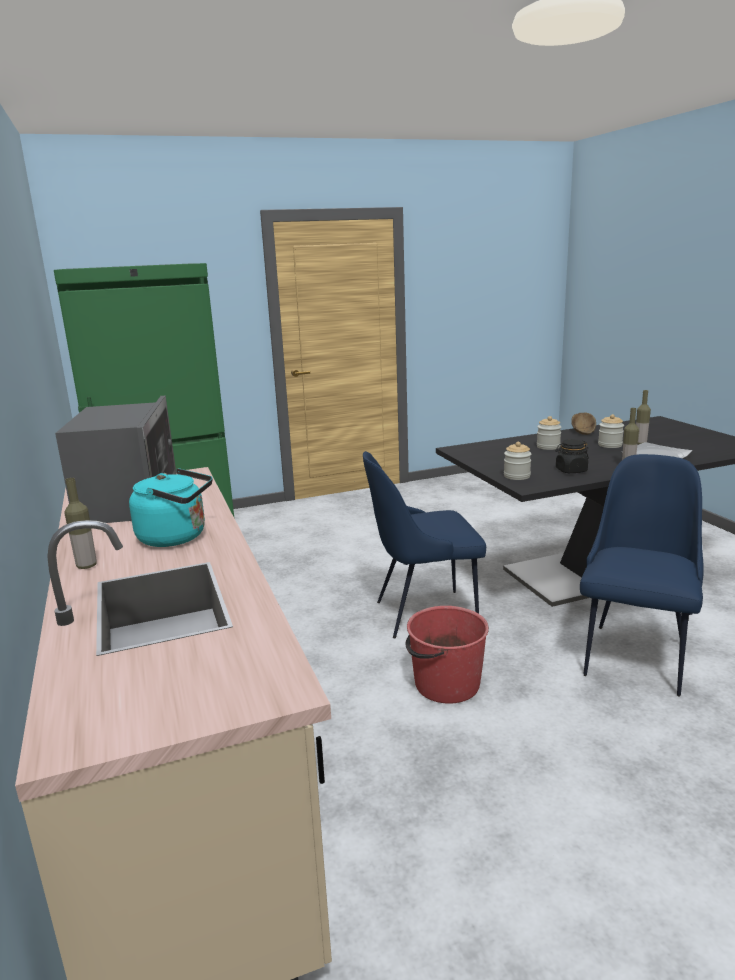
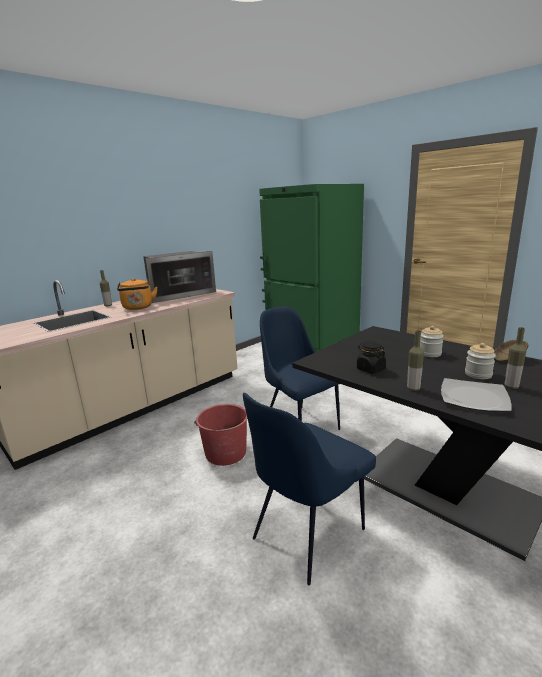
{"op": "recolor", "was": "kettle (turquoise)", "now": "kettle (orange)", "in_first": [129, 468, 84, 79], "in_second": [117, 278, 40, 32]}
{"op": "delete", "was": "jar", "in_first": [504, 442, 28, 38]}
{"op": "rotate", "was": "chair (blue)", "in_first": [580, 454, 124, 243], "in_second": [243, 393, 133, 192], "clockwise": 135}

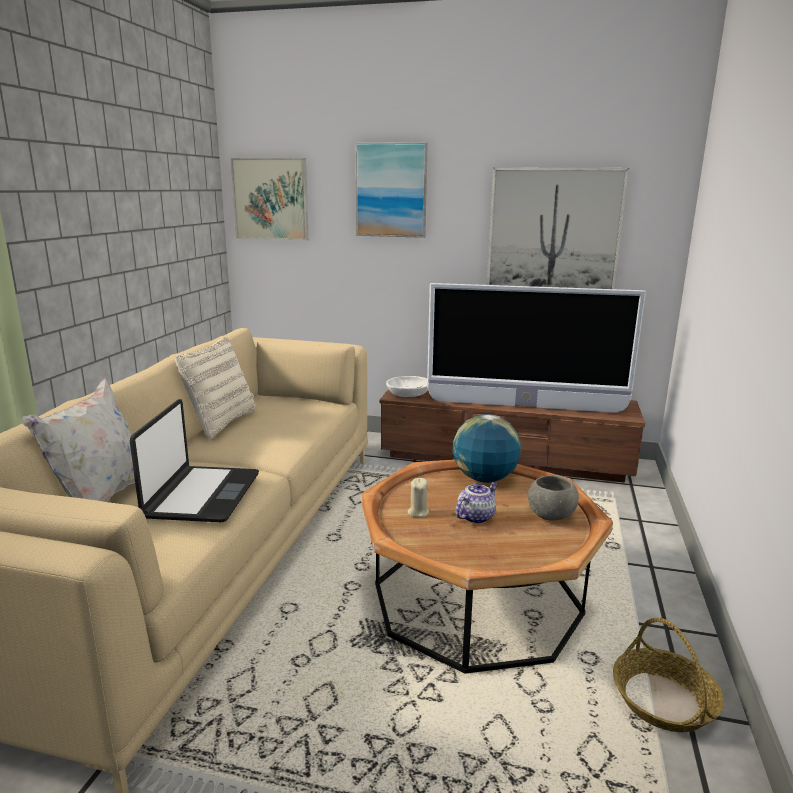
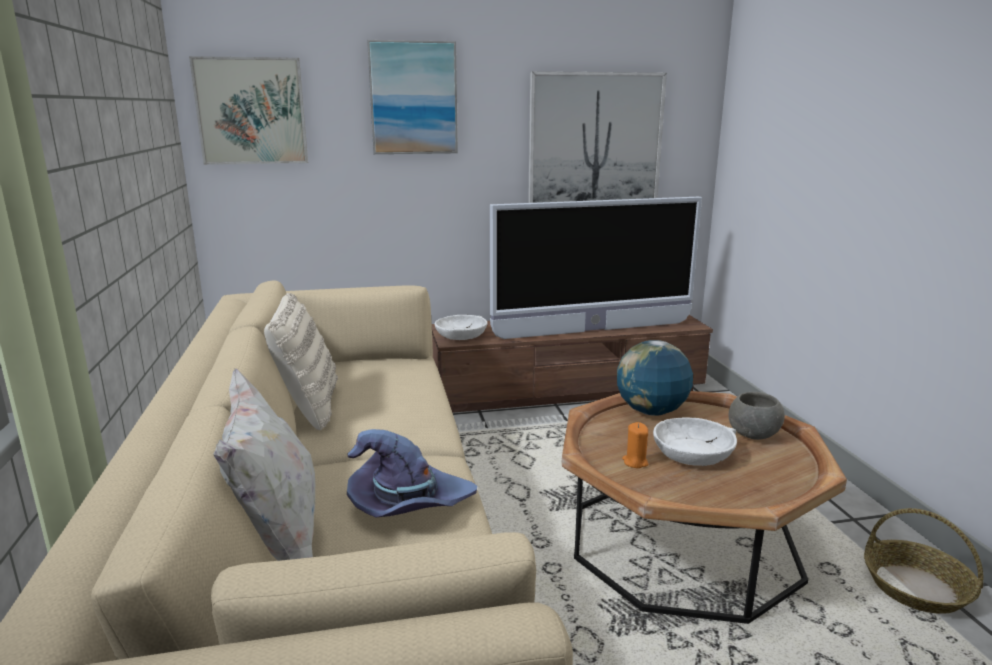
{"op": "replace", "was": "laptop", "now": "hat (purple)", "in_first": [130, 399, 129, 123], "in_second": [347, 429, 130, 88]}
{"op": "recolor", "was": "candle (beige)", "now": "candle (orange)", "in_first": [408, 478, 21, 39], "in_second": [622, 422, 26, 46]}
{"op": "replace", "was": "teapot", "now": "bowl (white)", "in_first": [455, 482, 43, 42], "in_second": [653, 417, 84, 49]}

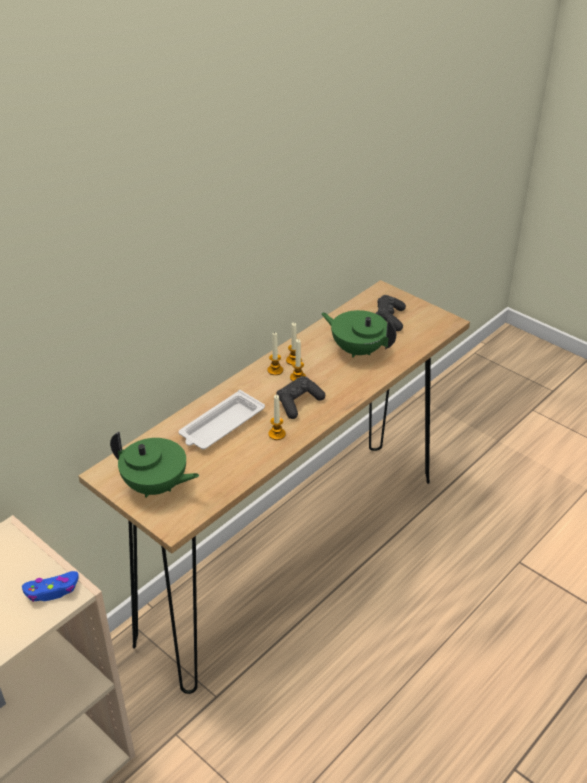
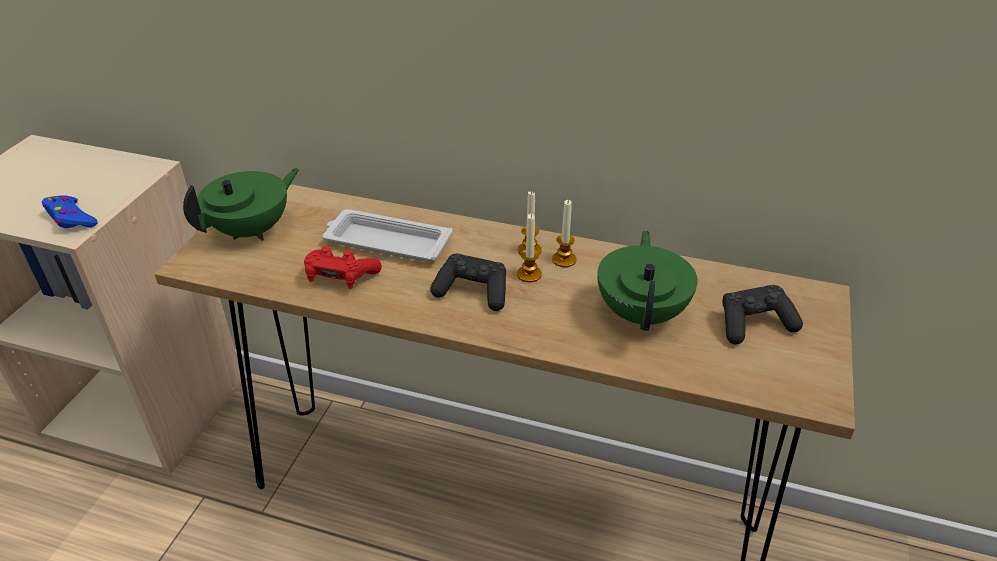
{"op": "rotate", "was": "teapot (green)", "in_first": [110, 432, 89, 66], "in_second": [183, 168, 116, 73], "clockwise": -135}
{"op": "delete", "was": "candle", "in_first": [268, 395, 18, 45]}
{"op": "insert", "now": "game controller (red)", "in_second": [304, 246, 78, 43]}

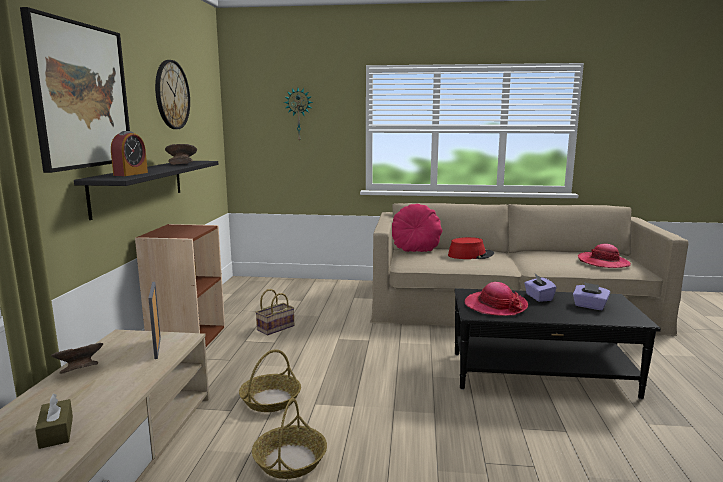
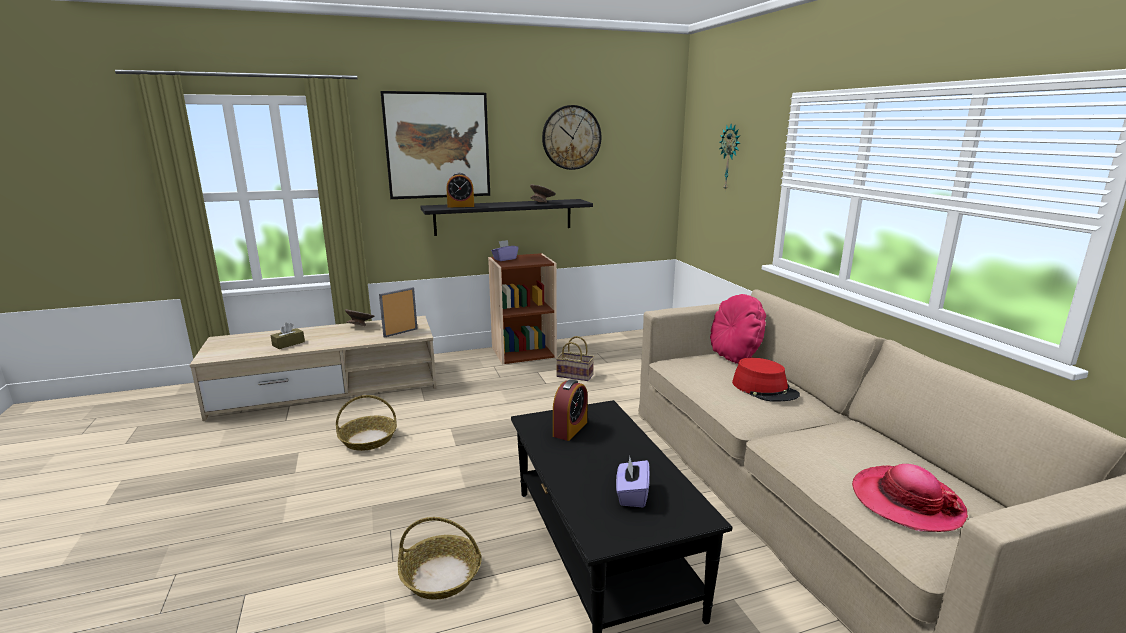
{"op": "move", "was": "basket", "in_first": [239, 349, 62, 63], "in_second": [398, 517, 84, 83]}
{"op": "replace", "was": "hat", "now": "alarm clock", "in_first": [464, 282, 64, 34], "in_second": [553, 379, 35, 62]}
{"op": "move", "was": "tissue box (purple)", "in_first": [524, 274, 32, 28], "in_second": [491, 240, 27, 21]}

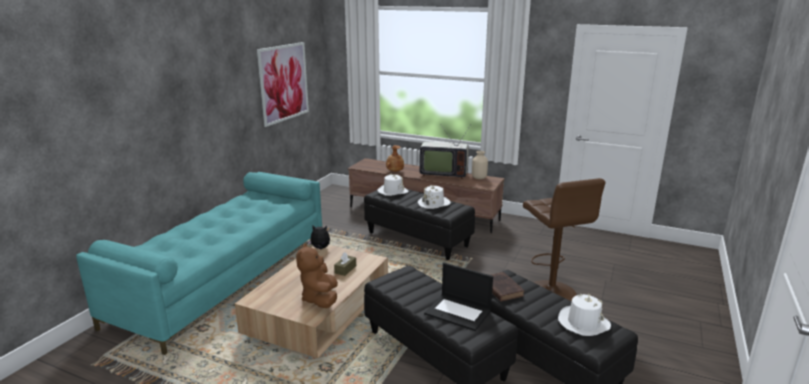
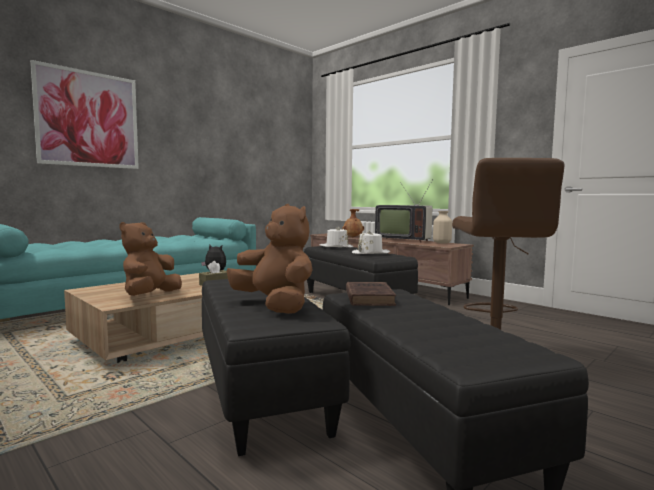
{"op": "move", "was": "picture", "in_first": [257, 42, 52, 85], "in_second": [30, 60, 109, 109]}
{"op": "replace", "was": "laptop", "now": "plush toy (brown)", "in_first": [424, 263, 69, 68], "in_second": [227, 204, 86, 110]}
{"op": "delete", "was": "hat (white)", "in_first": [558, 294, 53, 42]}

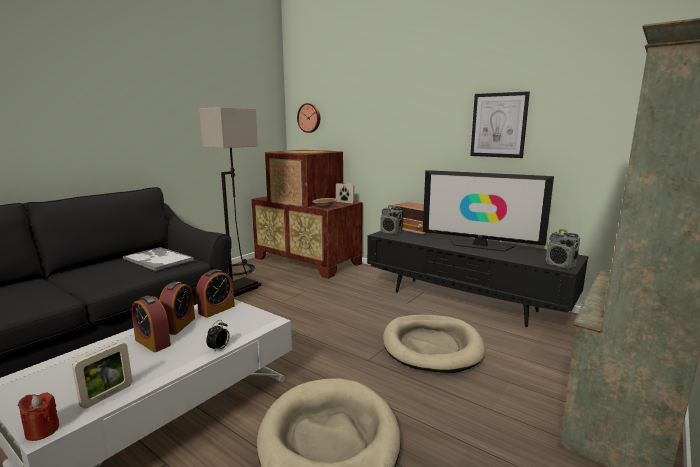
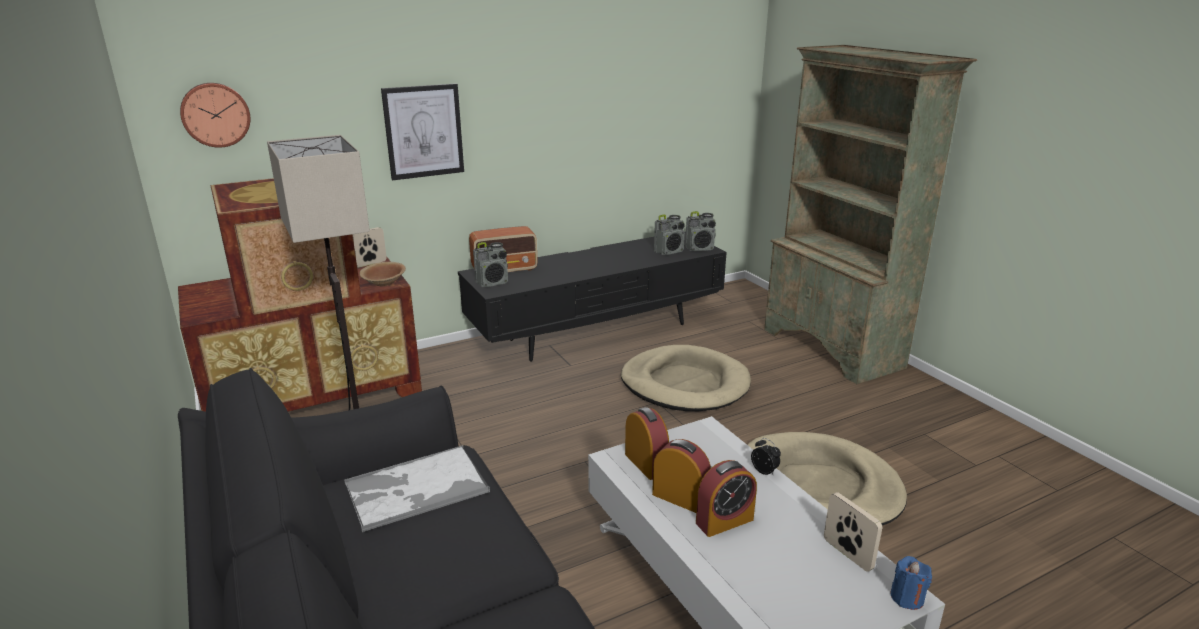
{"op": "recolor", "was": "candle (red)", "now": "candle (blue)", "in_first": [18, 392, 41, 49], "in_second": [890, 556, 42, 54]}
{"op": "delete", "was": "television", "in_first": [423, 170, 131, 82]}
{"op": "move", "was": "picture", "in_first": [470, 91, 60, 67], "in_second": [381, 83, 83, 97]}
{"op": "insert", "now": "radio", "in_second": [654, 214, 31, 41]}

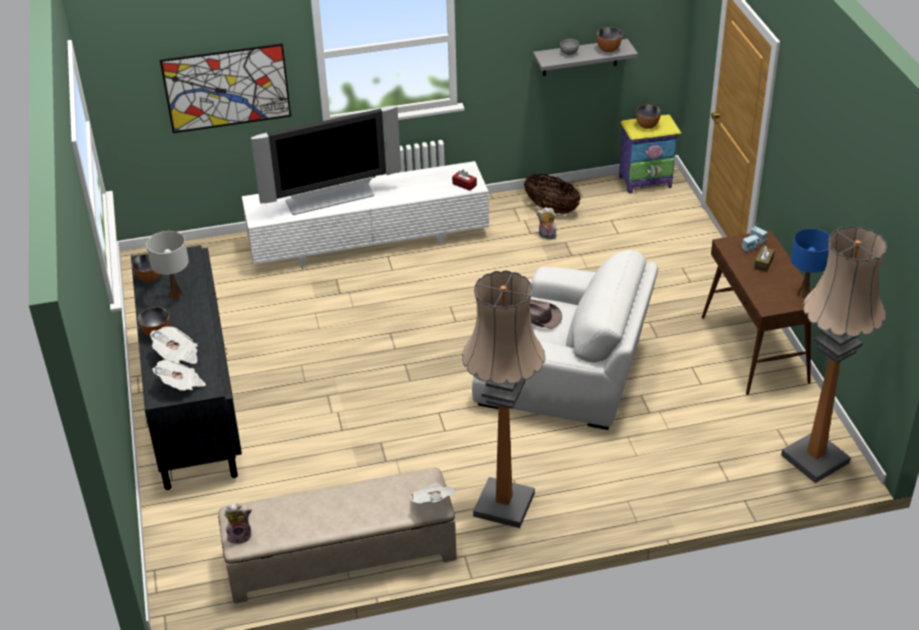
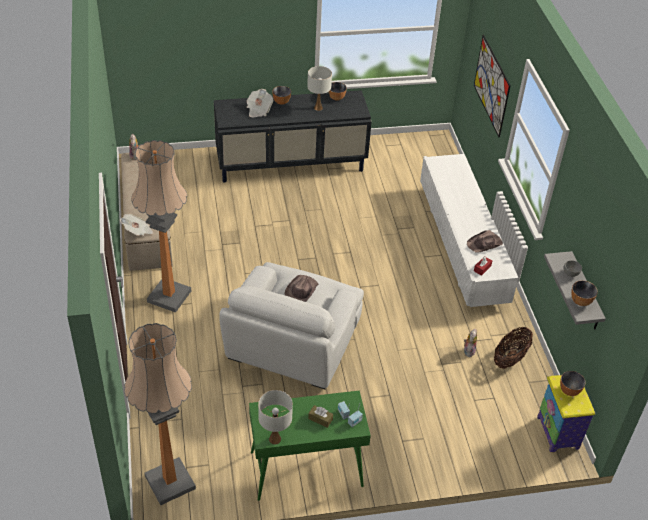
{"op": "delete", "was": "newspaper", "in_first": [152, 360, 54, 31]}
{"op": "delete", "was": "television", "in_first": [251, 105, 150, 110]}
{"op": "recolor", "was": "console table (brown)", "now": "console table (green)", "in_first": [702, 230, 110, 165], "in_second": [249, 391, 122, 110]}
{"op": "recolor", "was": "table lamp (blue)", "now": "table lamp (white)", "in_first": [791, 229, 39, 69], "in_second": [258, 390, 35, 54]}
{"op": "insert", "now": "hat (brown)", "in_second": [467, 230, 36, 23]}

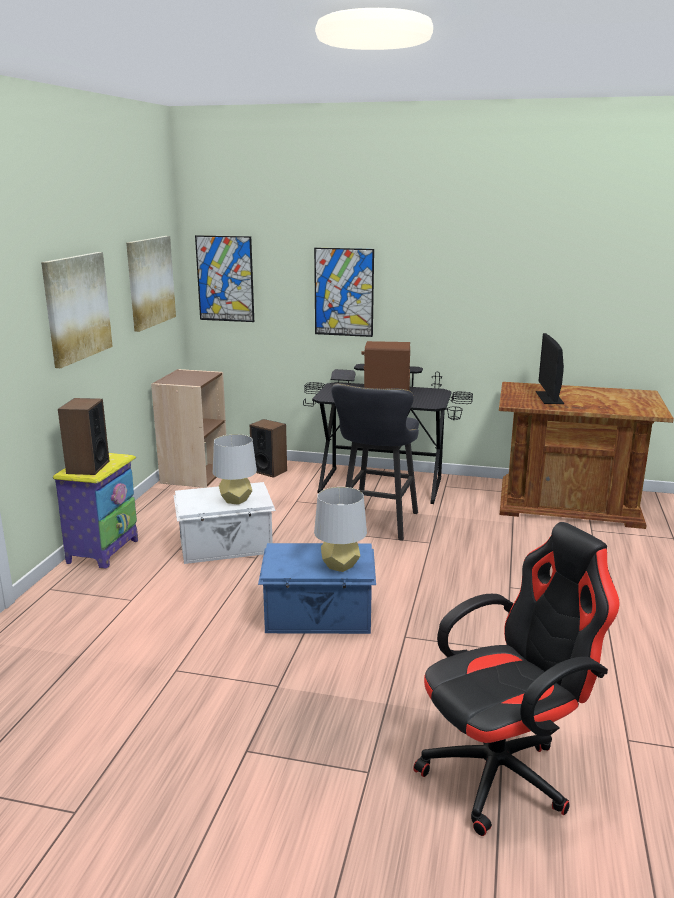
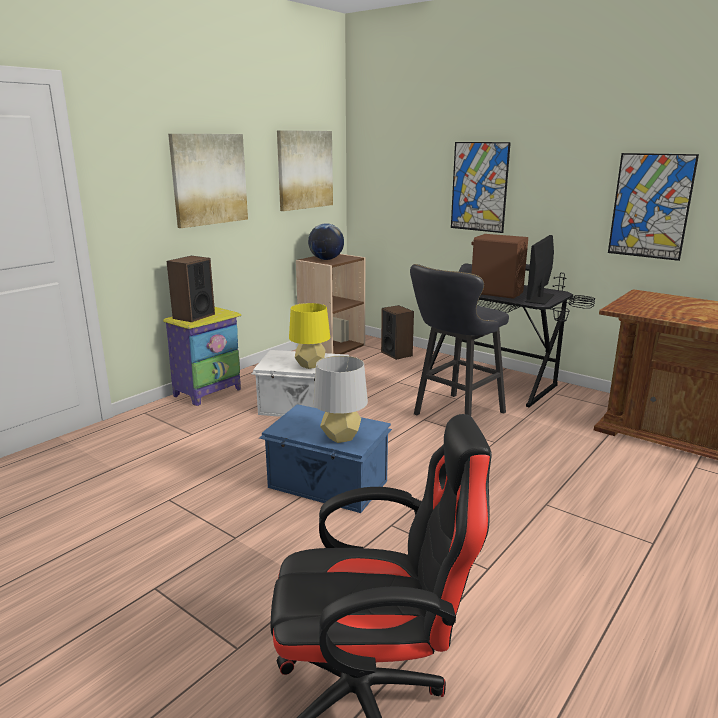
{"op": "move", "was": "picture", "in_first": [195, 235, 59, 87], "in_second": [608, 153, 91, 108]}
{"op": "recolor", "was": "table lamp (grey)", "now": "table lamp (yellow)", "in_first": [213, 434, 44, 71], "in_second": [289, 303, 41, 66]}
{"op": "move", "was": "monitor", "in_first": [536, 333, 28, 71], "in_second": [525, 235, 30, 70]}
{"op": "insert", "now": "globe", "in_second": [308, 223, 36, 37]}

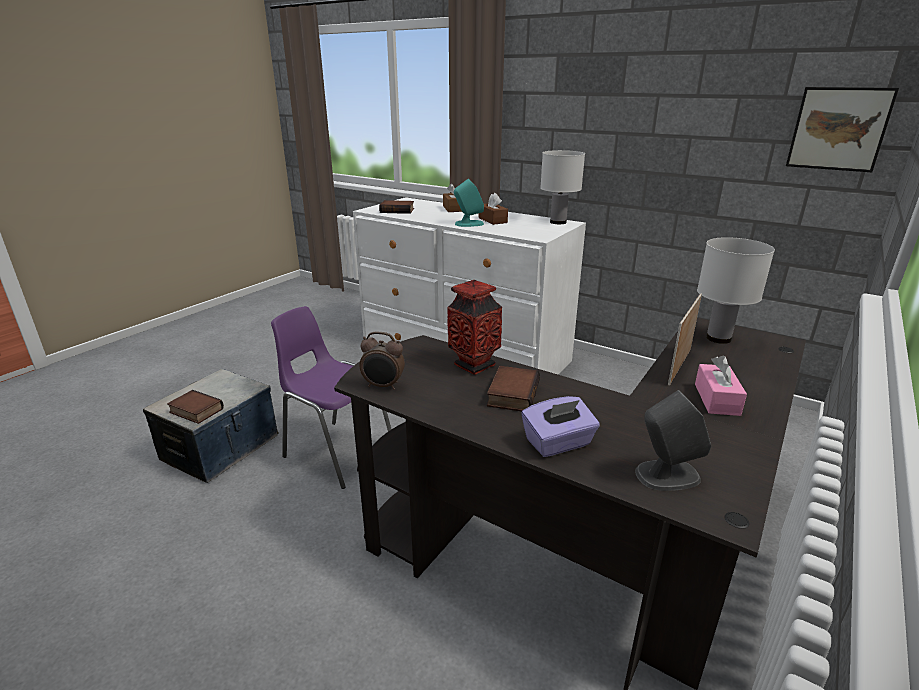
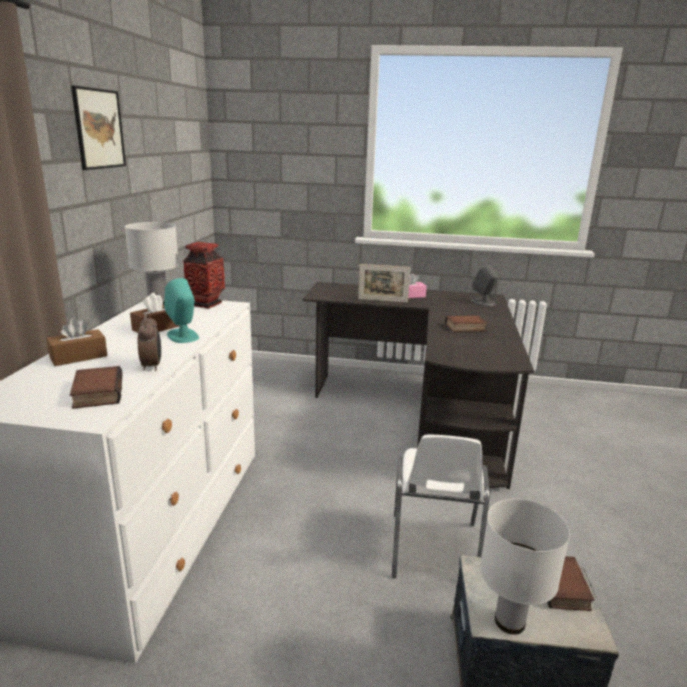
{"op": "recolor", "was": "chair (purple)", "now": "chair (white)", "in_first": [271, 306, 120, 183], "in_second": [392, 435, 98, 143]}
{"op": "move", "was": "alarm clock", "in_first": [359, 332, 46, 58], "in_second": [138, 313, 23, 58]}
{"op": "move", "was": "vase", "in_first": [448, 280, 54, 95], "in_second": [183, 242, 42, 66]}
{"op": "delete", "was": "tissue box (purple)", "in_first": [521, 396, 79, 61]}
{"op": "move", "was": "table lamp (white)", "in_first": [697, 237, 78, 107], "in_second": [480, 499, 90, 135]}
{"op": "move", "was": "picture", "in_first": [786, 87, 113, 85], "in_second": [71, 85, 55, 85]}

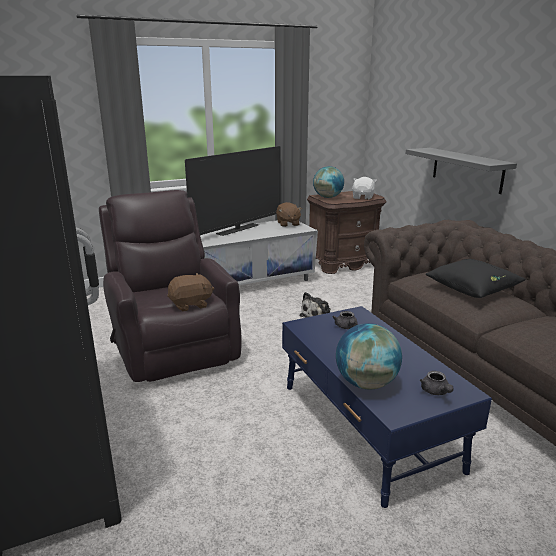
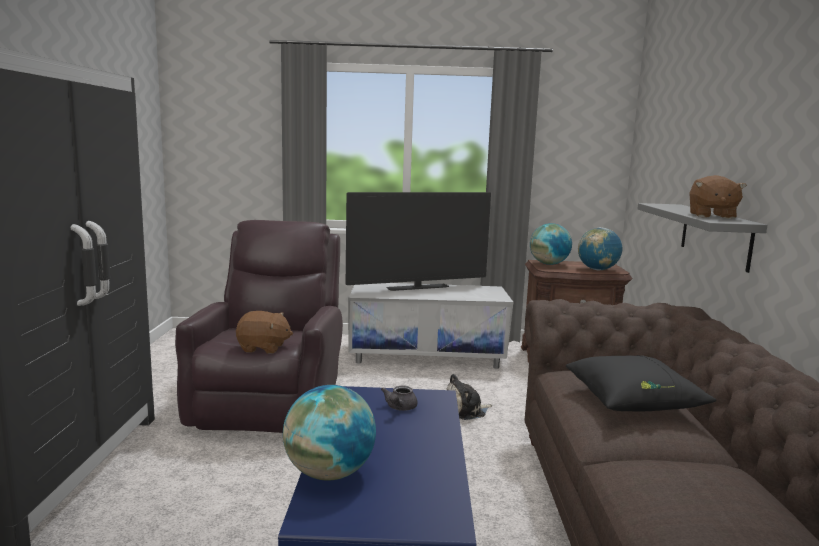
{"op": "move", "was": "plush toy (brown)", "in_first": [276, 202, 26, 25], "in_second": [689, 175, 58, 44]}
{"op": "replace", "was": "plush toy (white)", "now": "globe", "in_first": [352, 177, 25, 23], "in_second": [578, 227, 44, 43]}
{"op": "delete", "was": "teapot (grey)", "in_first": [420, 371, 34, 24]}

